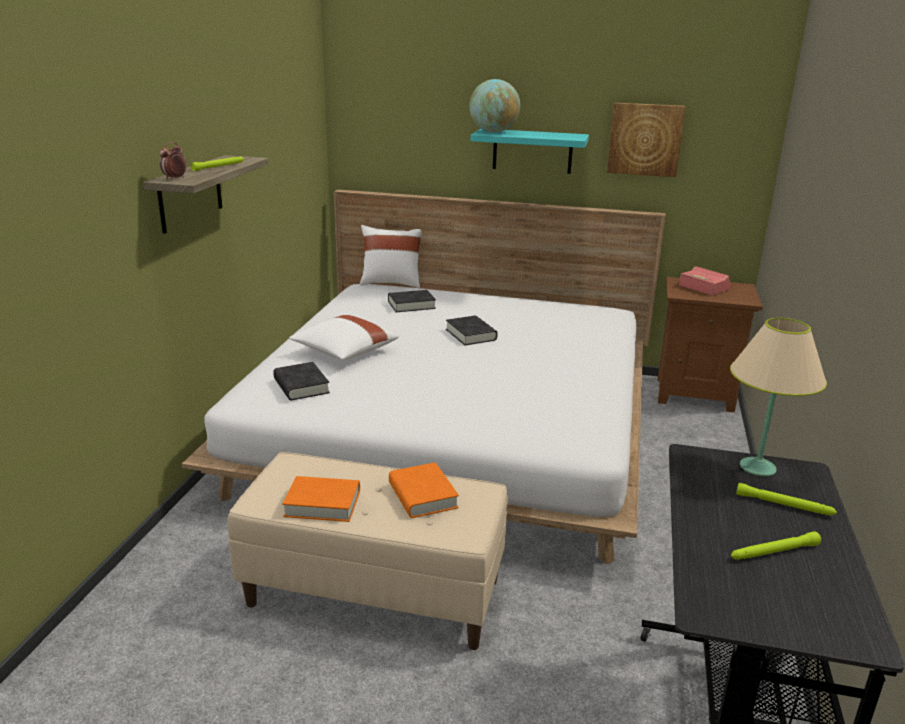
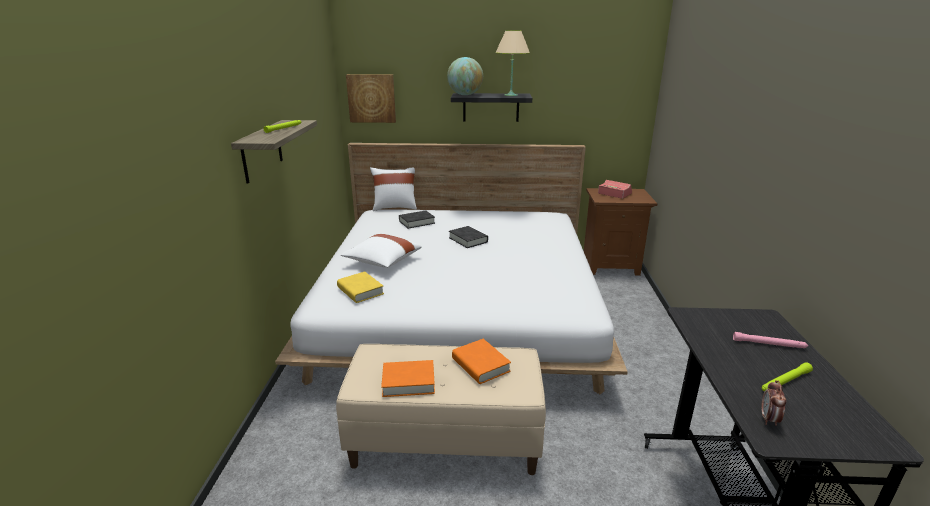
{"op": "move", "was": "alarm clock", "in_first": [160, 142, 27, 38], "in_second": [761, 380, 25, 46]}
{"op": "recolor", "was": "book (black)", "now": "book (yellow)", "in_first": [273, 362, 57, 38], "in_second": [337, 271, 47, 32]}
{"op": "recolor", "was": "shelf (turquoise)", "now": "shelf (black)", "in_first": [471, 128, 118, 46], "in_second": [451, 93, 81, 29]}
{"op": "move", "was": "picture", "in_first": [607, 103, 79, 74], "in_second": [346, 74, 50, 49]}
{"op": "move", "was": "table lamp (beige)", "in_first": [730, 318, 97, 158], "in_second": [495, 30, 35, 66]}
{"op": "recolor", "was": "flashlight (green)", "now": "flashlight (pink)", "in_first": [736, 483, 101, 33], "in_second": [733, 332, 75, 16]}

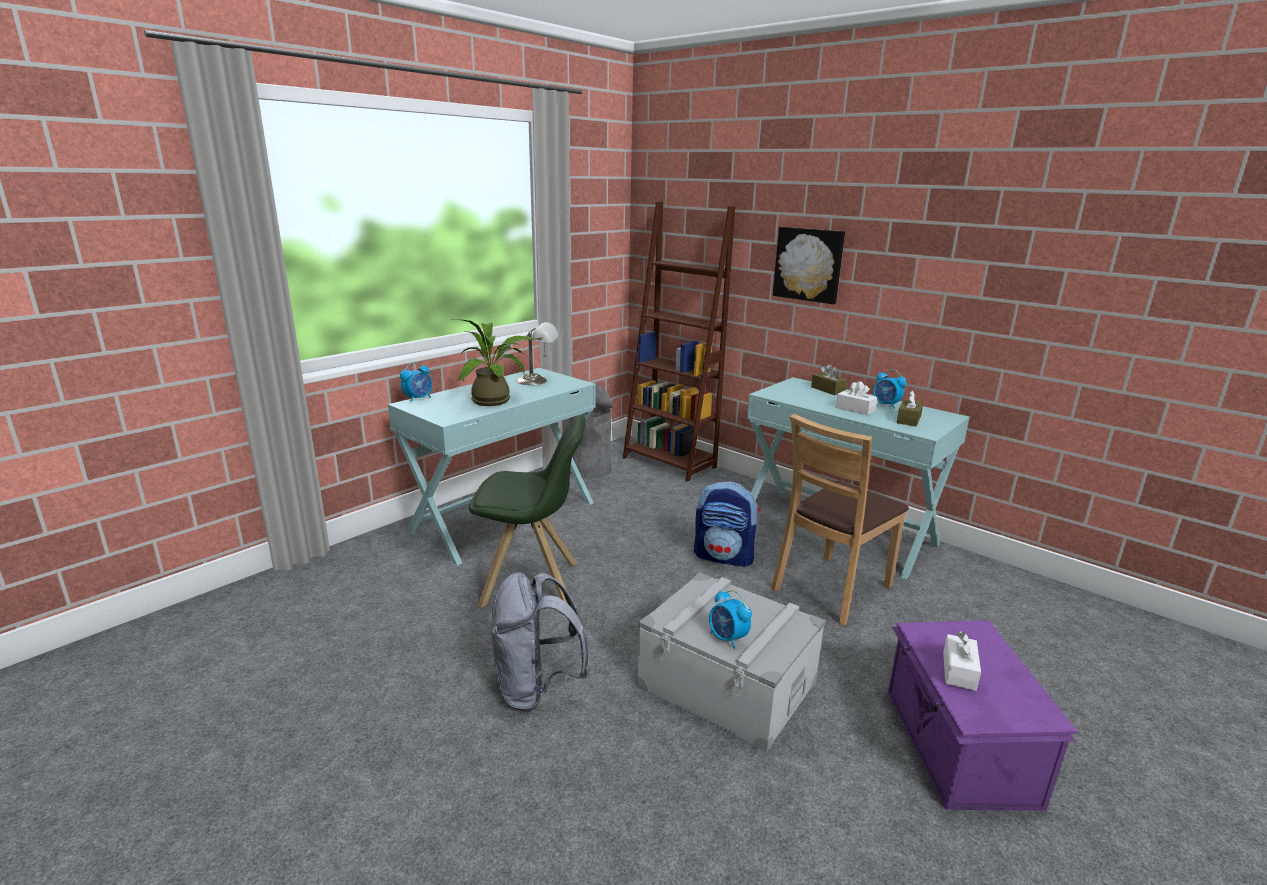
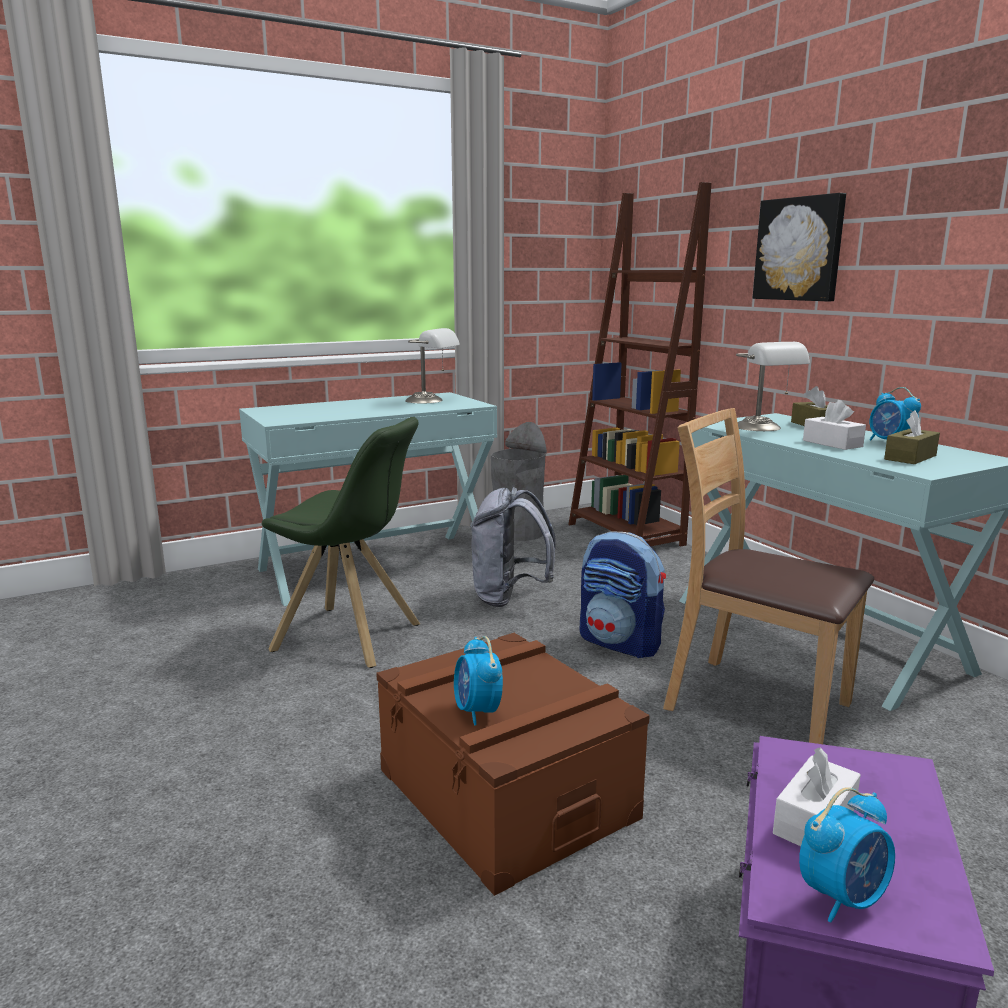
{"op": "move", "was": "alarm clock", "in_first": [400, 362, 32, 40], "in_second": [799, 787, 96, 136]}
{"op": "delete", "was": "potted plant", "in_first": [451, 319, 86, 87]}
{"op": "move", "was": "backpack (grey)", "in_first": [491, 572, 99, 139], "in_second": [470, 487, 86, 120]}
{"op": "recolor", "was": "storage box (grey)", "now": "storage box (brown)", "in_first": [637, 572, 188, 180], "in_second": [376, 633, 274, 263]}
{"op": "rotate", "was": "chair (brown)", "in_first": [771, 414, 138, 212], "in_second": [663, 408, 211, 336], "clockwise": 60}
{"op": "insert", "now": "table lamp (white)", "in_second": [736, 342, 74, 89]}

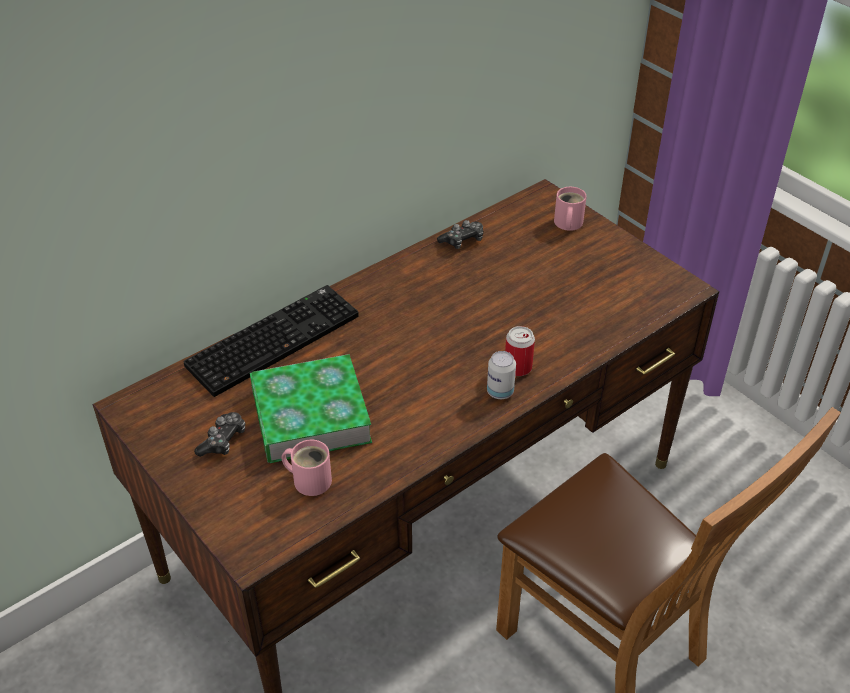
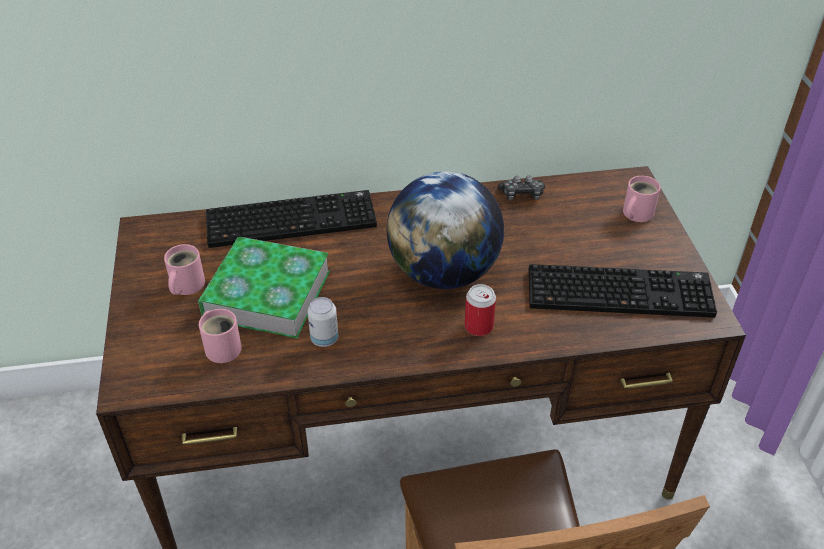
{"op": "replace", "was": "game controller", "now": "mug (pink)", "in_first": [194, 412, 51, 45], "in_second": [164, 244, 41, 51]}
{"op": "move", "was": "can", "in_first": [487, 351, 29, 48], "in_second": [307, 297, 31, 50]}
{"op": "insert", "now": "globe", "in_second": [387, 171, 117, 118]}
{"op": "insert", "now": "keyboard", "in_second": [529, 264, 188, 54]}

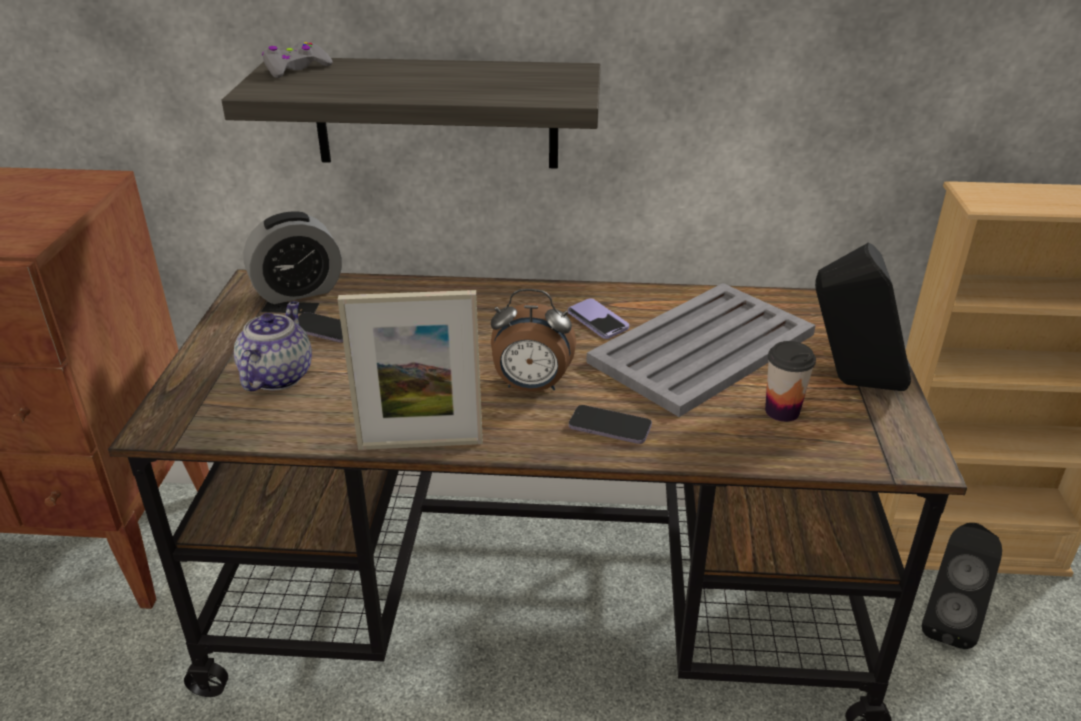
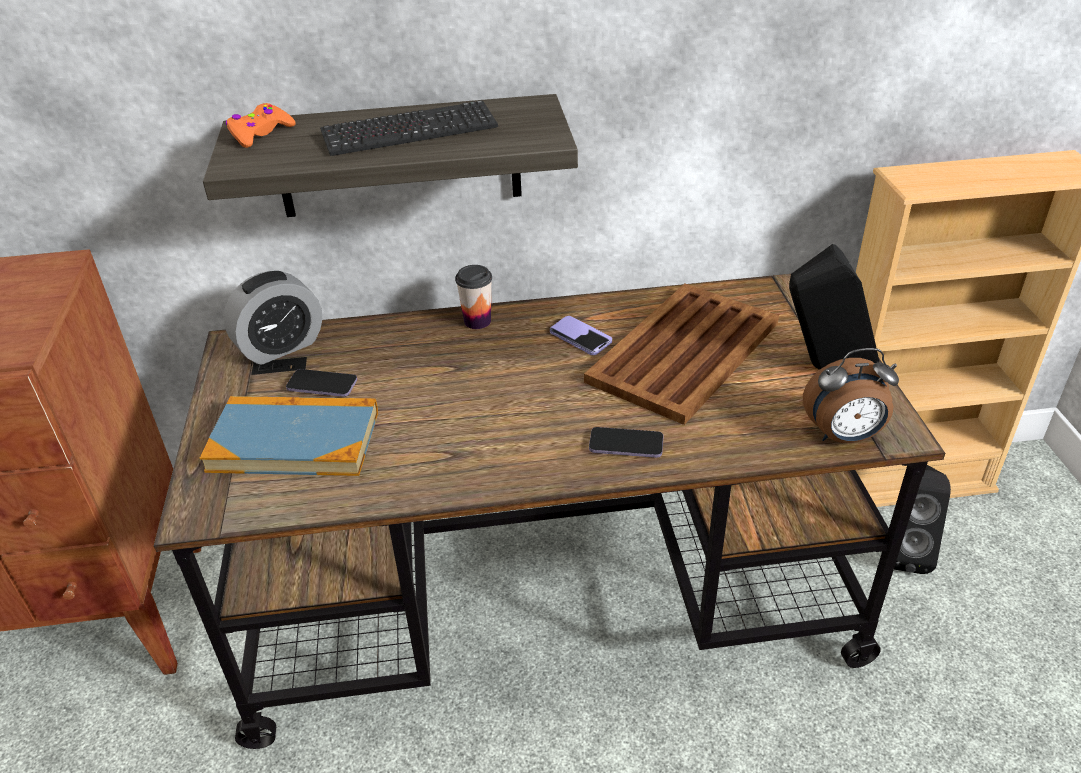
{"op": "replace", "was": "teapot", "now": "book", "in_first": [234, 301, 78, 90], "in_second": [200, 396, 178, 80]}
{"op": "recolor", "was": "game controller (grey)", "now": "game controller (orange)", "in_first": [262, 41, 70, 37], "in_second": [226, 103, 70, 45]}
{"op": "delete", "was": "picture frame", "in_first": [338, 290, 145, 160]}
{"op": "move", "was": "alarm clock", "in_first": [491, 289, 85, 102], "in_second": [803, 348, 96, 95]}
{"op": "recolor", "was": "tray (grey)", "now": "tray (brown)", "in_first": [586, 283, 230, 134], "in_second": [584, 284, 195, 141]}
{"op": "move", "was": "cup", "in_first": [765, 341, 51, 81], "in_second": [455, 265, 37, 64]}
{"op": "insert", "now": "keyboard", "in_second": [320, 100, 178, 56]}

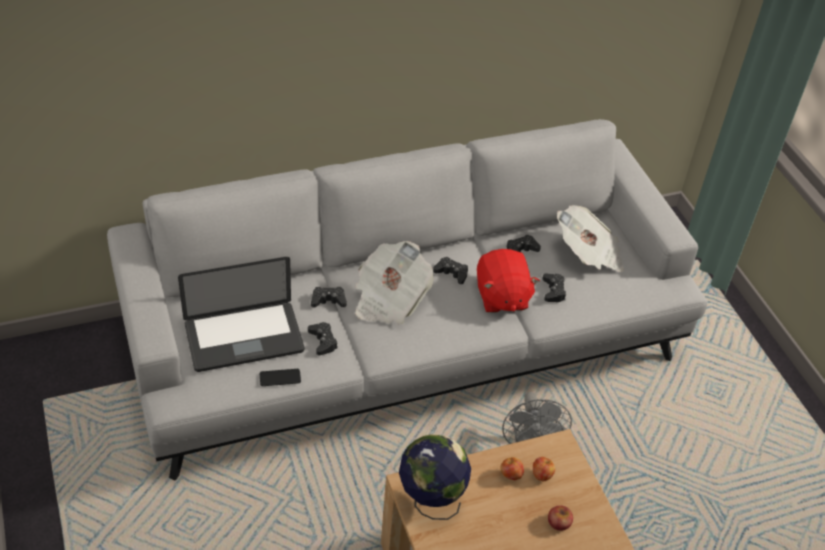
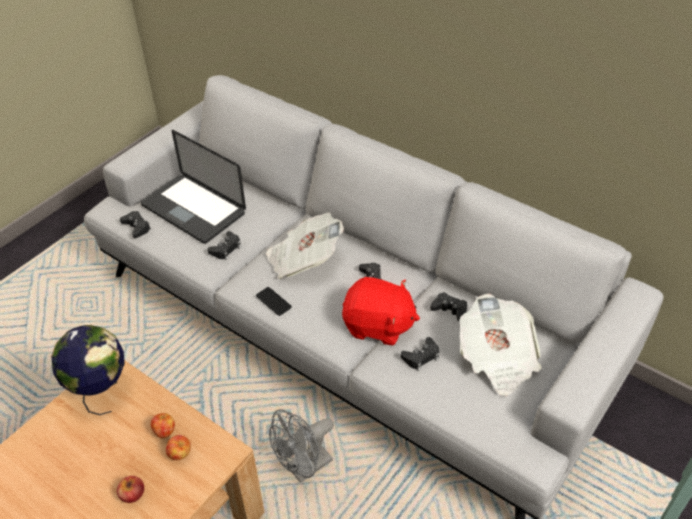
{"op": "move", "was": "phone", "in_first": [260, 369, 41, 17], "in_second": [256, 287, 35, 29]}
{"op": "move", "was": "game controller (black)", "in_first": [311, 287, 36, 21], "in_second": [120, 211, 31, 27]}
{"op": "rotate", "was": "plush toy (red)", "in_first": [477, 249, 63, 64], "in_second": [342, 277, 78, 69], "clockwise": -120}

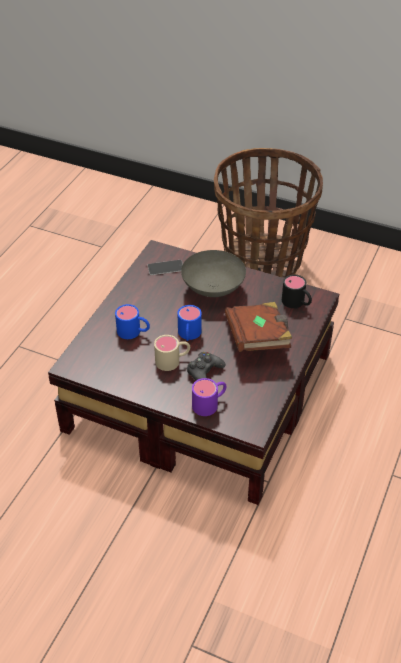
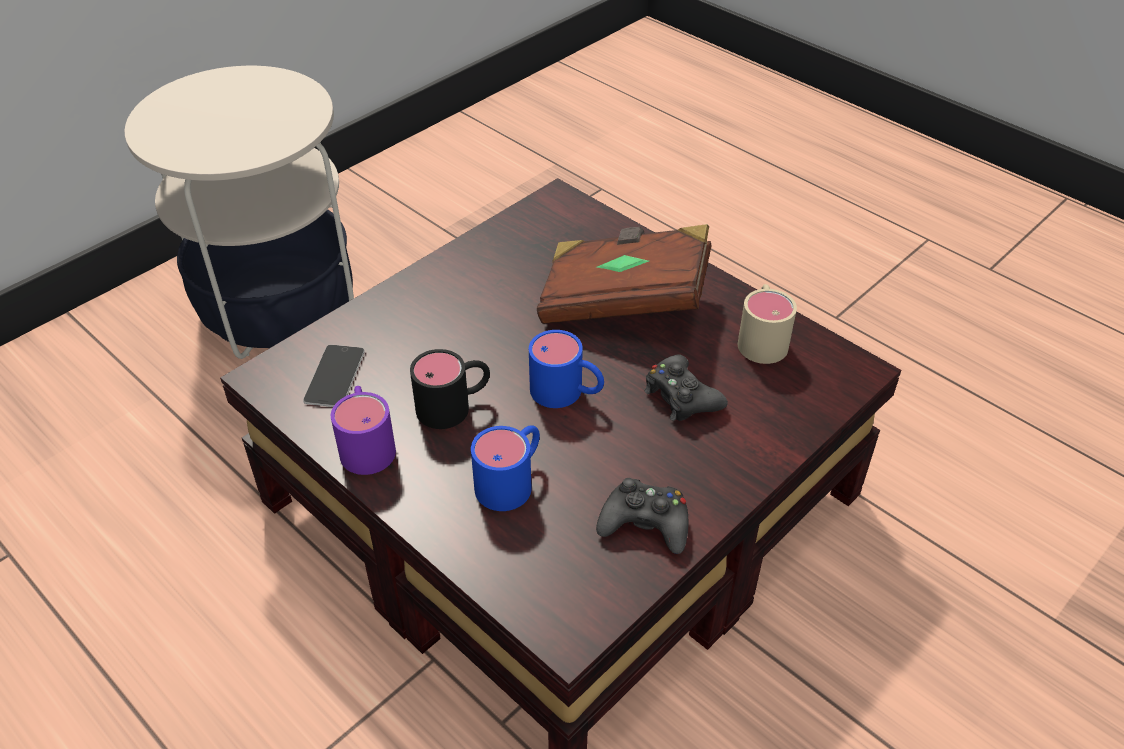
{"op": "move", "was": "mug (beige)", "in_first": [154, 335, 36, 36], "in_second": [738, 284, 59, 80]}
{"op": "delete", "was": "bowl (grey)", "in_first": [181, 250, 65, 47]}
{"op": "move", "was": "mug (purple)", "in_first": [192, 378, 35, 38], "in_second": [331, 386, 65, 89]}
{"op": "replace", "was": "basket", "now": "side table (beige)", "in_first": [214, 148, 109, 130], "in_second": [124, 66, 230, 293]}
{"op": "move", "was": "mug (black)", "in_first": [282, 275, 30, 33], "in_second": [410, 349, 80, 80]}
{"op": "insert", "now": "game controller (black)", "in_second": [596, 478, 93, 76]}

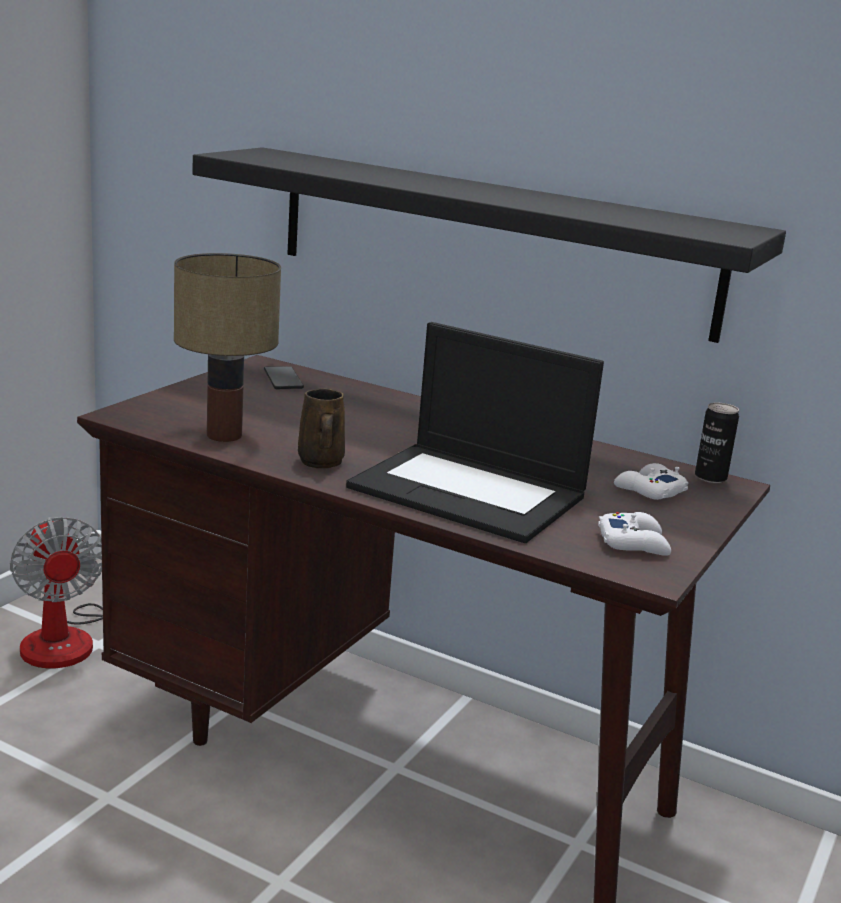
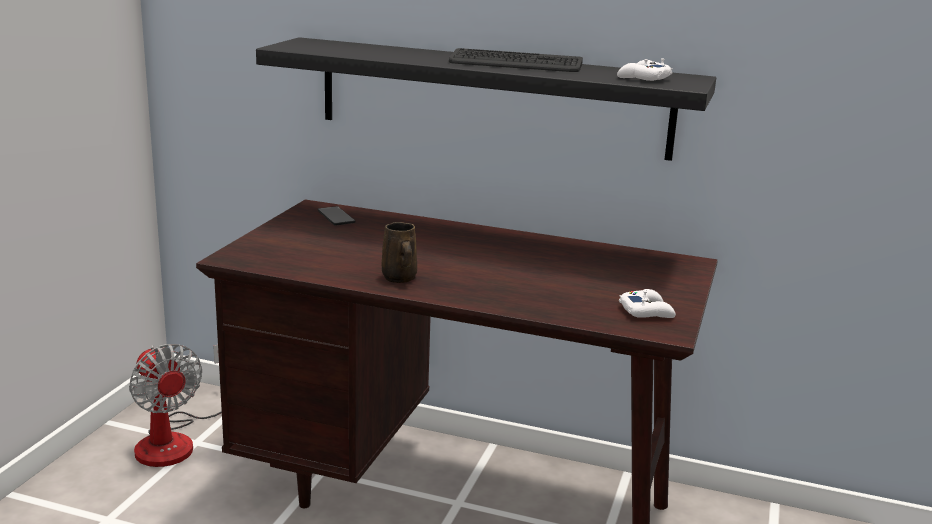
{"op": "delete", "was": "table lamp", "in_first": [174, 253, 107, 189]}
{"op": "delete", "was": "laptop", "in_first": [346, 322, 258, 221]}
{"op": "move", "was": "game controller (white)", "in_first": [614, 463, 75, 37], "in_second": [617, 58, 56, 23]}
{"op": "delete", "was": "can", "in_first": [695, 403, 44, 80]}
{"op": "insert", "now": "keyboard", "in_second": [449, 48, 134, 24]}

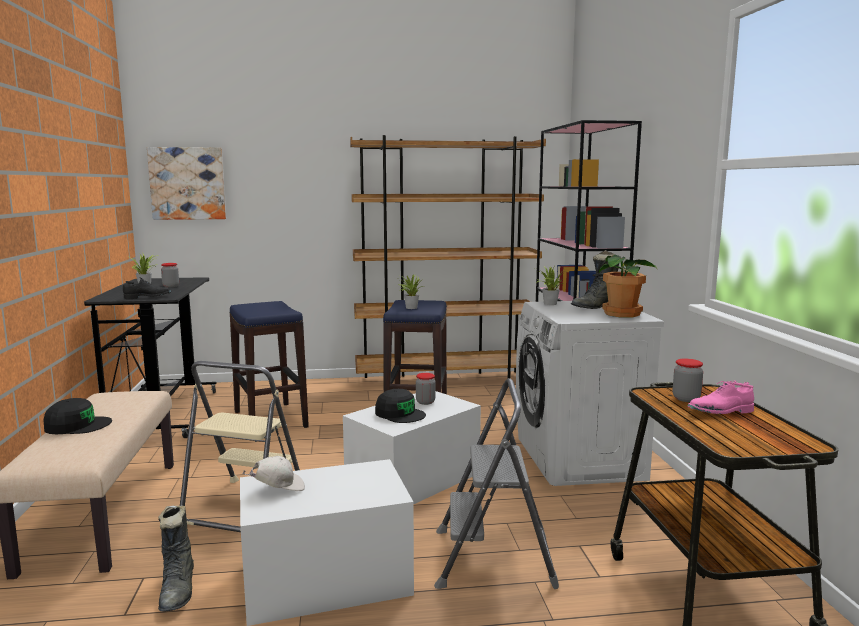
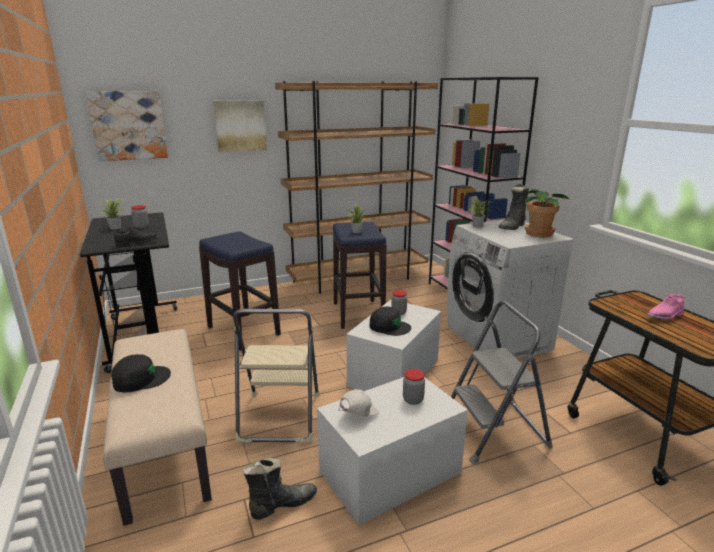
{"op": "rotate", "was": "boot (black)", "in_first": [158, 506, 36, 105], "in_second": [243, 458, 74, 62], "clockwise": -90}
{"op": "move", "was": "jar", "in_first": [673, 358, 30, 44], "in_second": [403, 369, 22, 36]}
{"op": "insert", "now": "picture", "in_second": [213, 100, 54, 52]}

